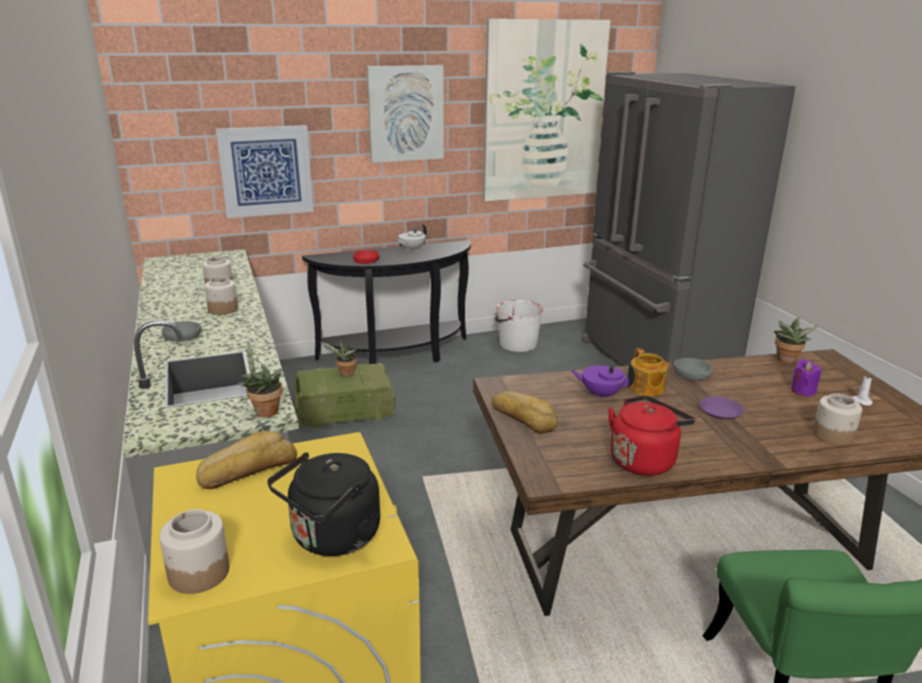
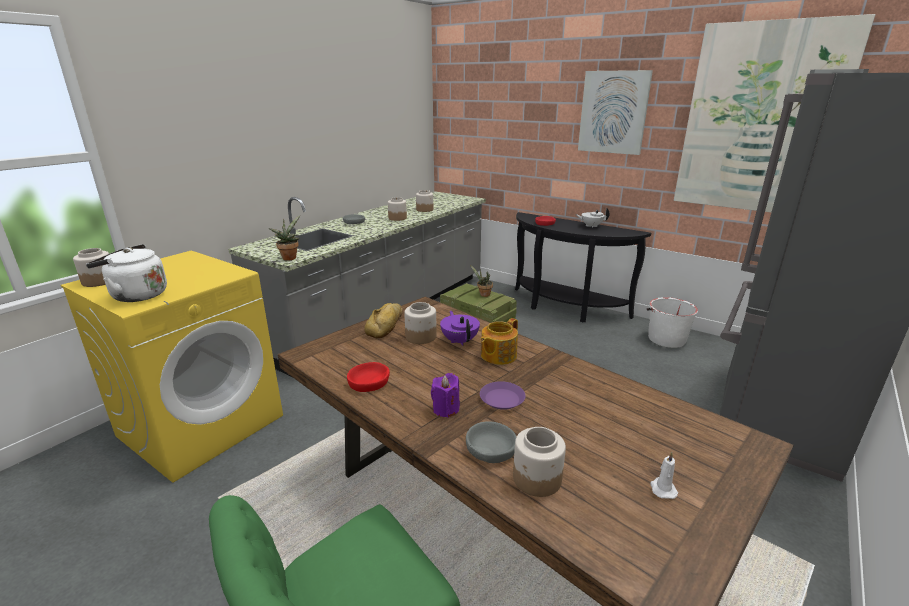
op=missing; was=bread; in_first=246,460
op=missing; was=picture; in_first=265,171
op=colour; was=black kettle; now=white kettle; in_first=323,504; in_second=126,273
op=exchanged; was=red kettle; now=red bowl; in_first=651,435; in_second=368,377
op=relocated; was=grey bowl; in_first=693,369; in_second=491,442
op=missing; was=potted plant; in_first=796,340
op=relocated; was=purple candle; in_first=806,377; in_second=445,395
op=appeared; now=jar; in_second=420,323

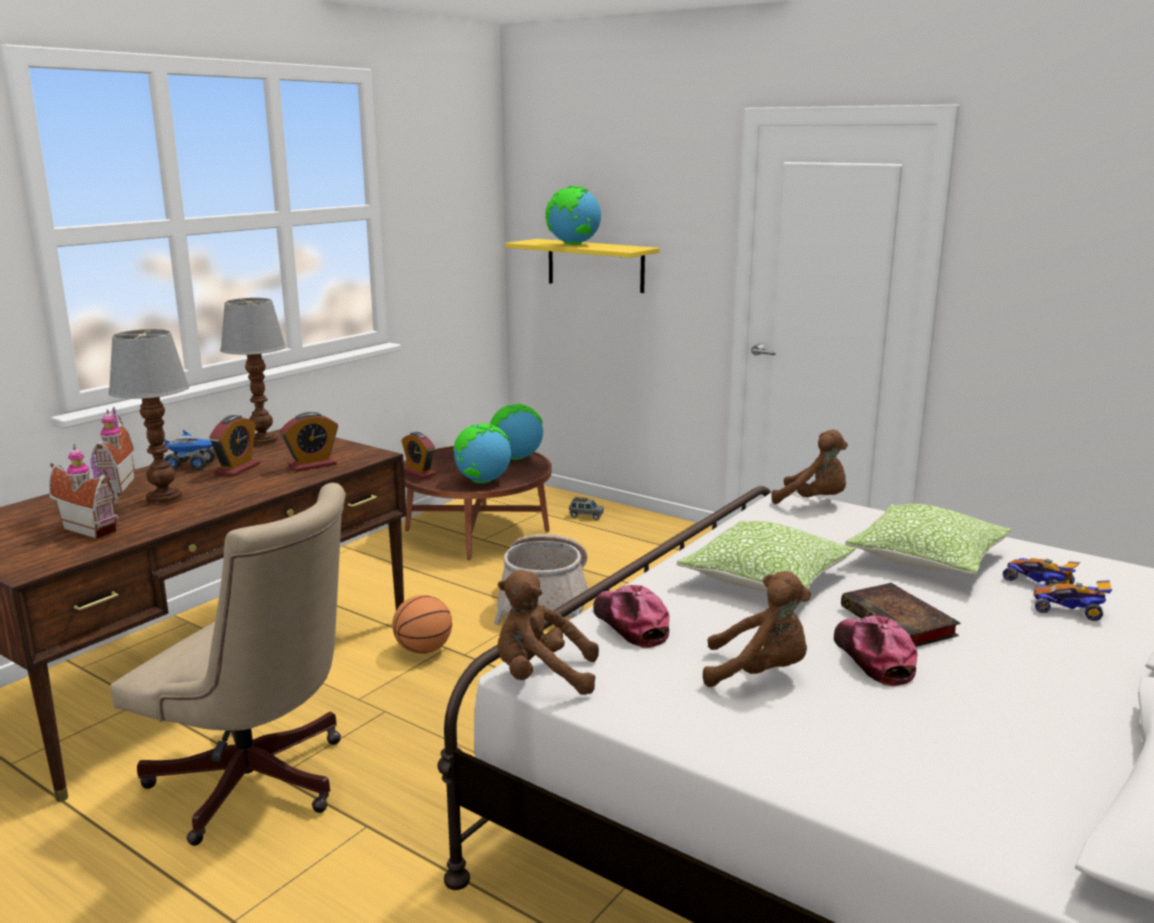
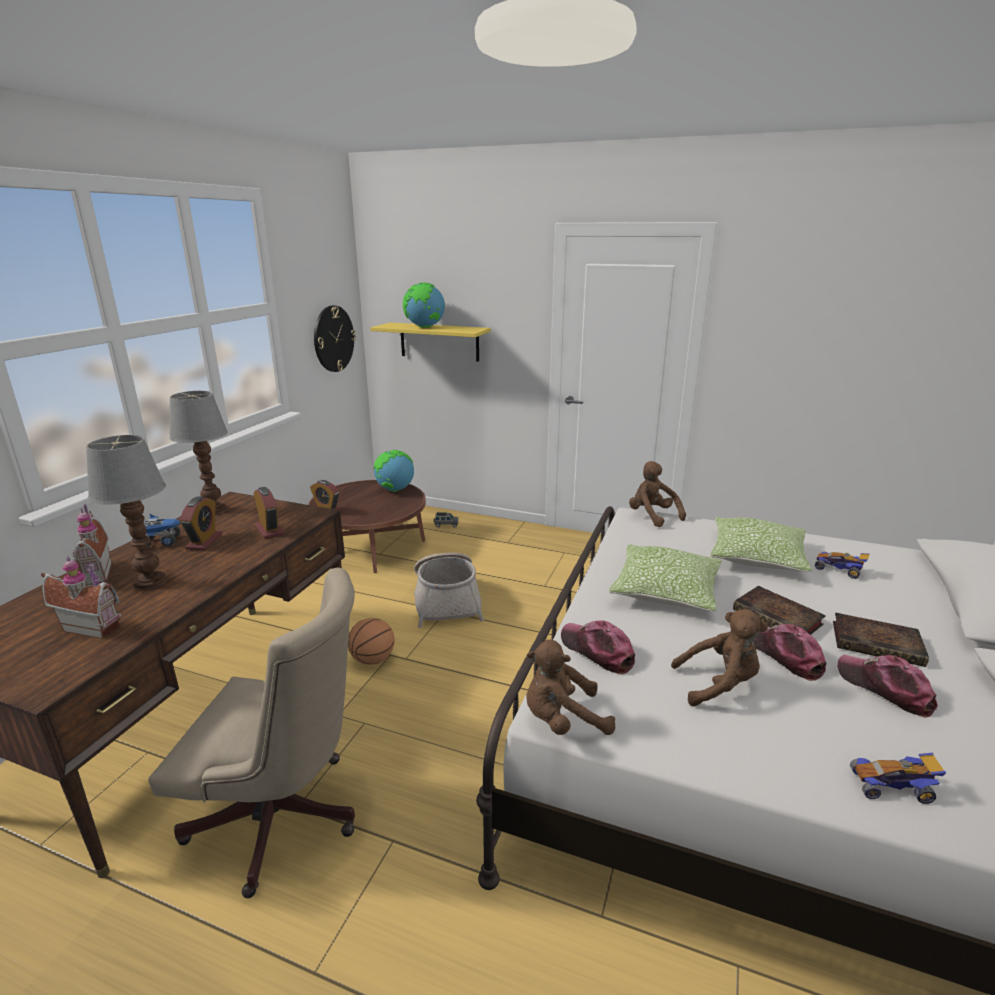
op=spun; was=alarm clock; in_first=309,442; in_second=269,513; clockwise=-75
op=missing; was=globe; in_first=482,453
op=spun; was=brown plush toy; in_first=809,466; in_second=657,494; clockwise=-135
op=relocated; was=toy car; in_first=1073,600; in_second=898,778
op=appeared; now=wall clock; in_second=335,338
op=appeared; now=book; in_second=881,639
op=appeared; now=cap; in_second=887,686

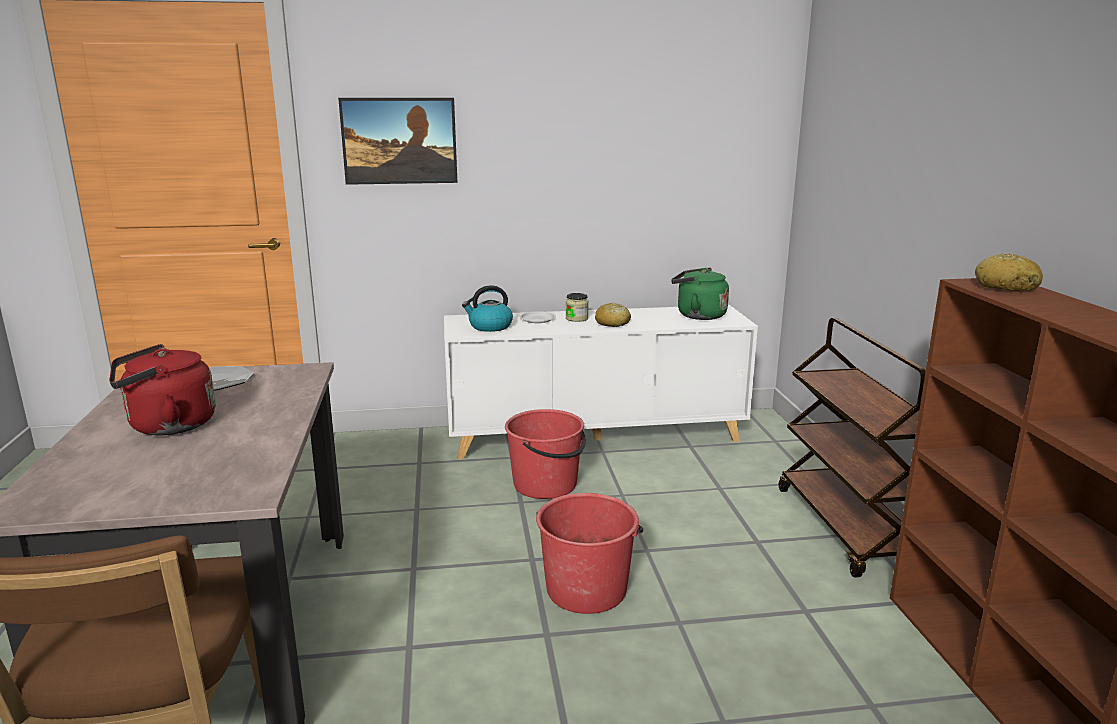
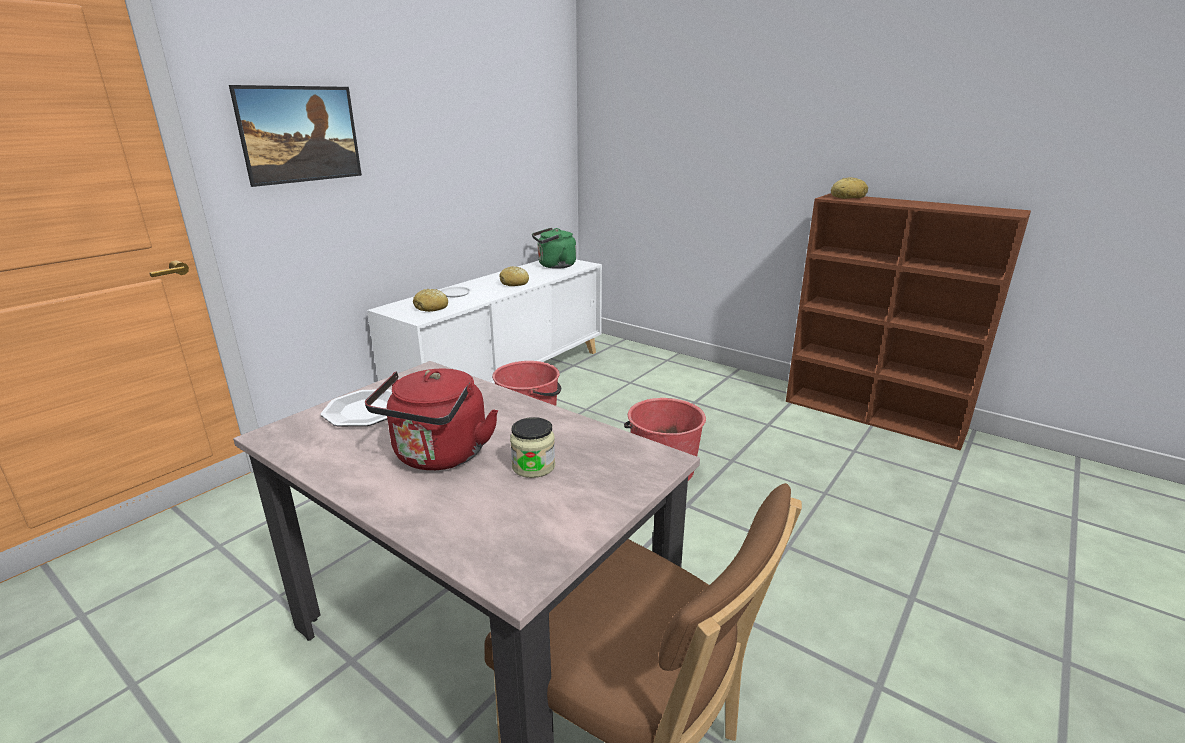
op=exchanged; was=kettle; now=bread; in_first=487,308; in_second=430,300
op=relocated; was=jar; in_first=577,307; in_second=532,447
op=missing; was=brown cart; in_first=852,448

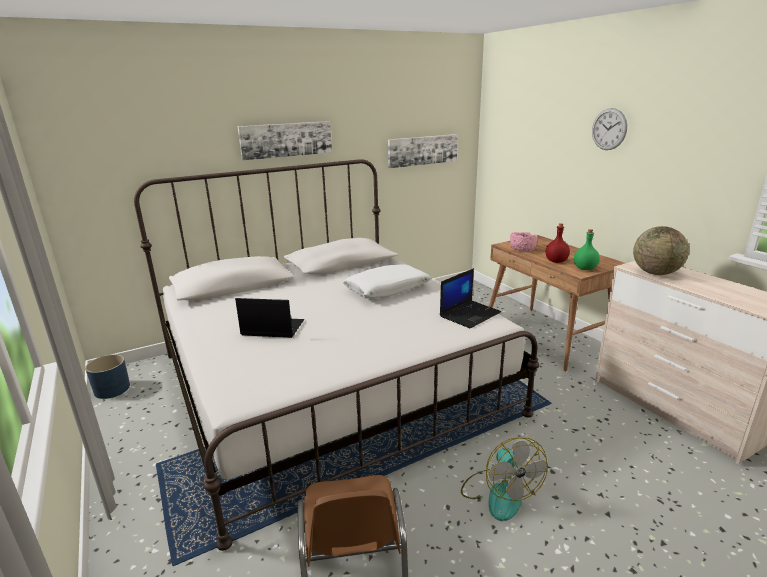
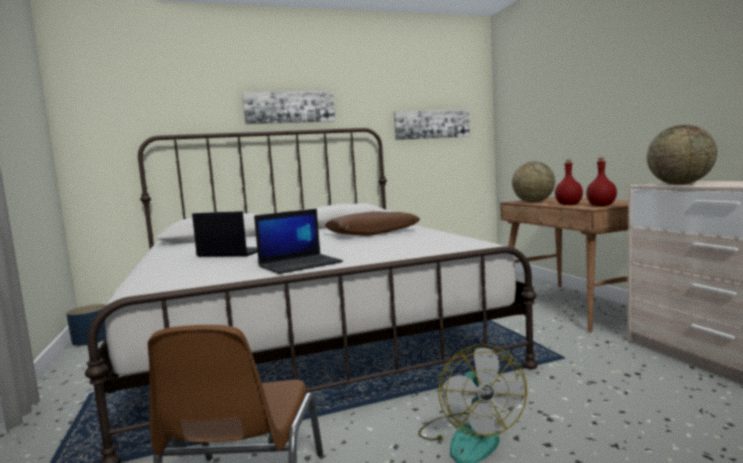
op=colour; was=white pillow; now=brown pillow; in_first=386,281; in_second=372,223
op=relocated; was=laptop; in_first=470,298; in_second=298,241
op=exchanged; was=pink bowl; now=globe; in_first=523,241; in_second=533,182
op=colour; was=green bottle; now=red bottle; in_first=587,249; in_second=601,182
op=missing; was=wall clock; in_first=609,129

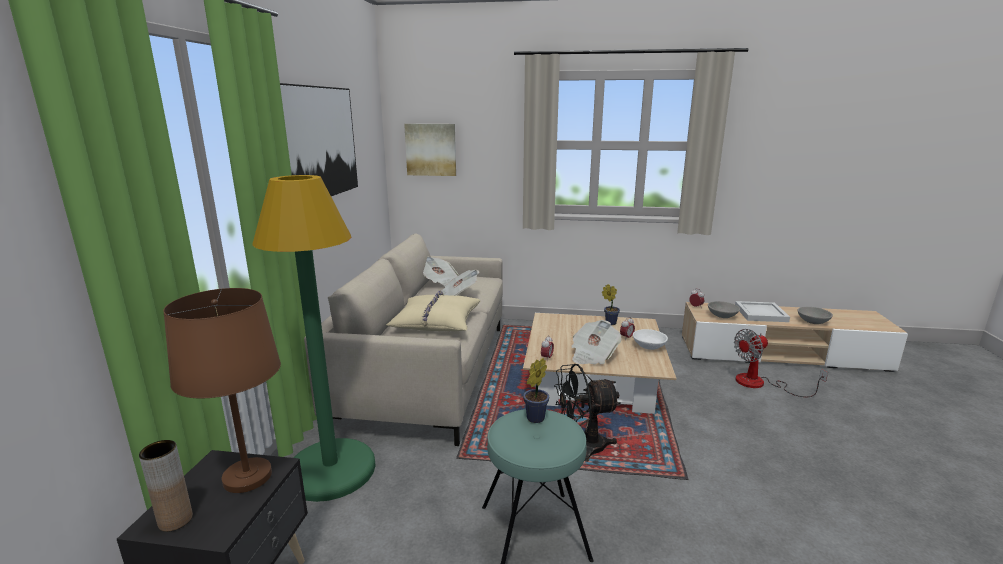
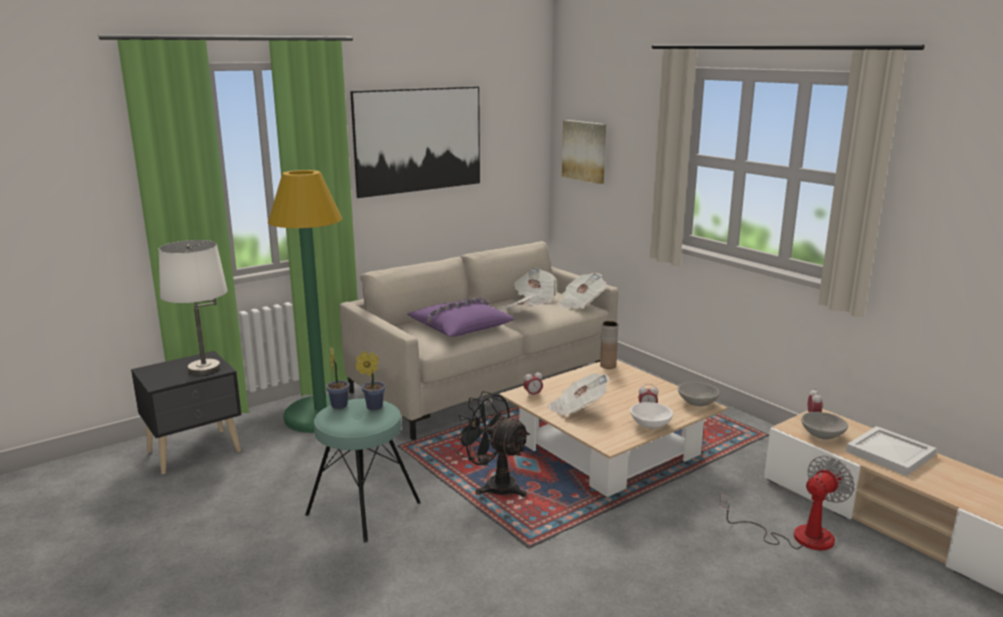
op=relocated; was=brown vase; in_first=166,486; in_second=609,345
op=colour; was=brown table lamp; now=white table lamp; in_first=222,390; in_second=193,307
op=colour; was=beige pillow; now=purple pillow; in_first=433,310; in_second=461,317
op=relocated; was=potted plant; in_first=611,304; in_second=338,377
op=spun; was=fan; in_first=781,363; in_second=787,503; clockwise=120
op=relocated; was=grey bowl; in_first=815,315; in_second=698,394
op=appeared; now=newspaper; in_second=582,291

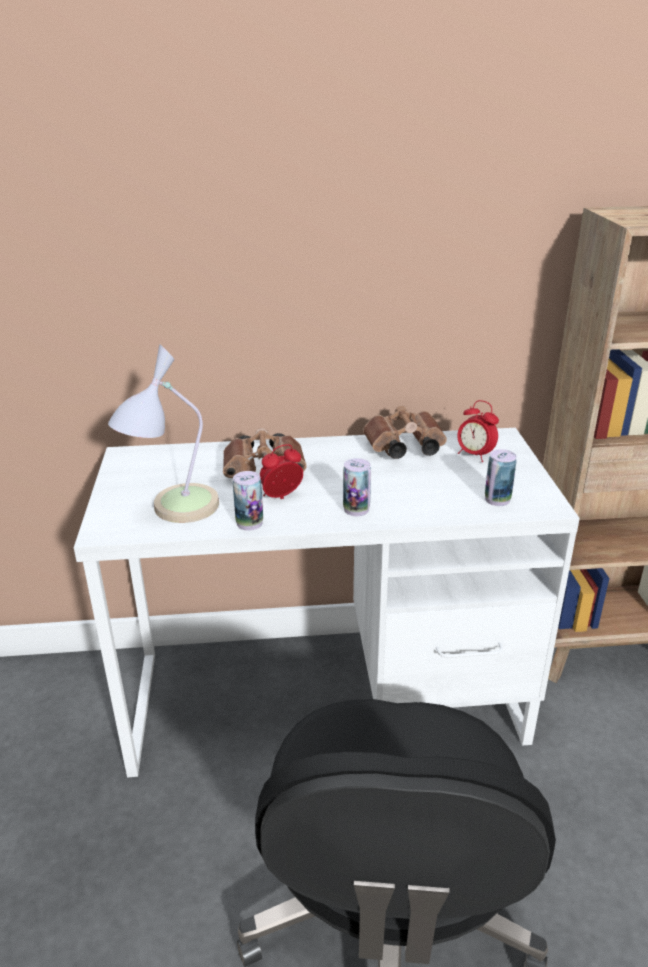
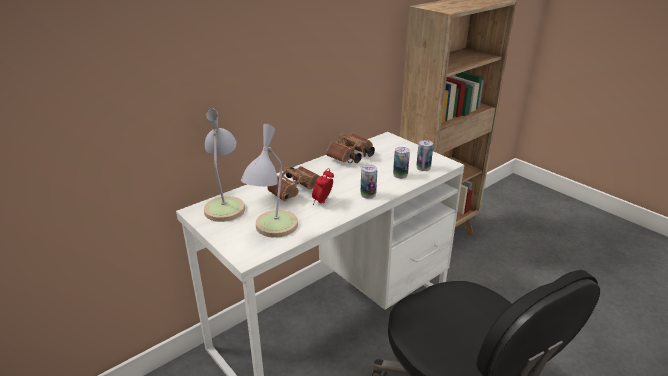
op=relocated; was=can; in_first=248,501; in_second=401,163
op=missing; was=alarm clock; in_first=478,431
op=appeared; now=table lamp; in_second=224,165

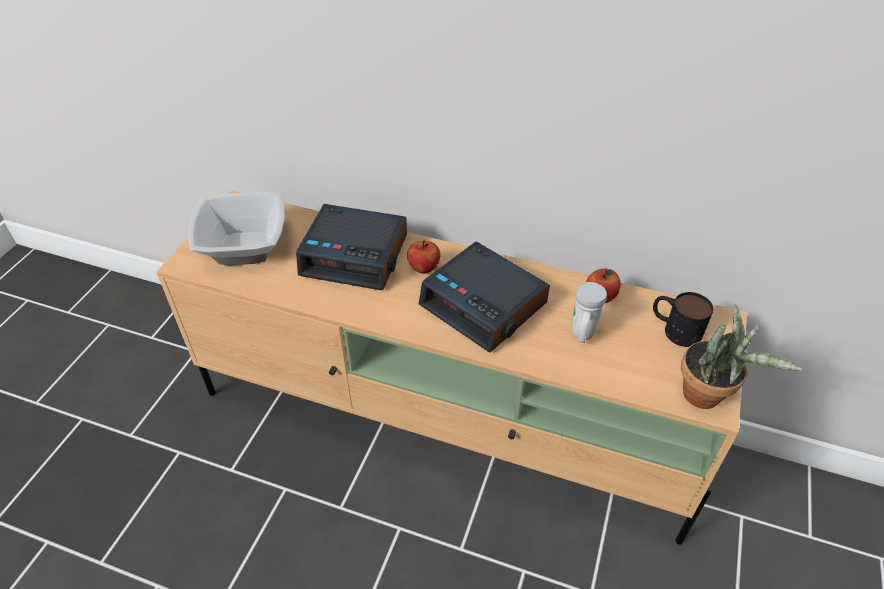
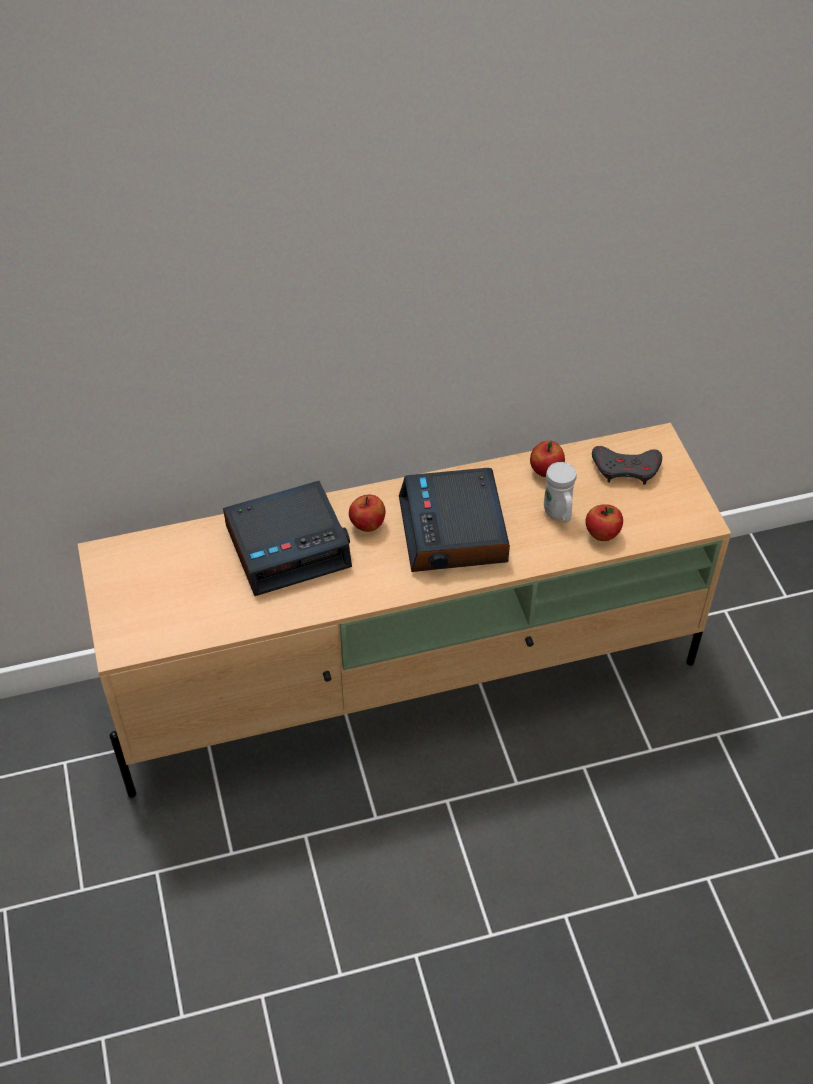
op=missing; was=bowl; in_first=236,228
op=spun; was=alarm clock; in_first=484,297; in_second=454,520; clockwise=75
op=exchanged; was=mug; now=grey game controller; in_first=683,319; in_second=627,465
op=missing; was=potted plant; in_first=742,356
op=appeared; now=apple; in_second=604,522

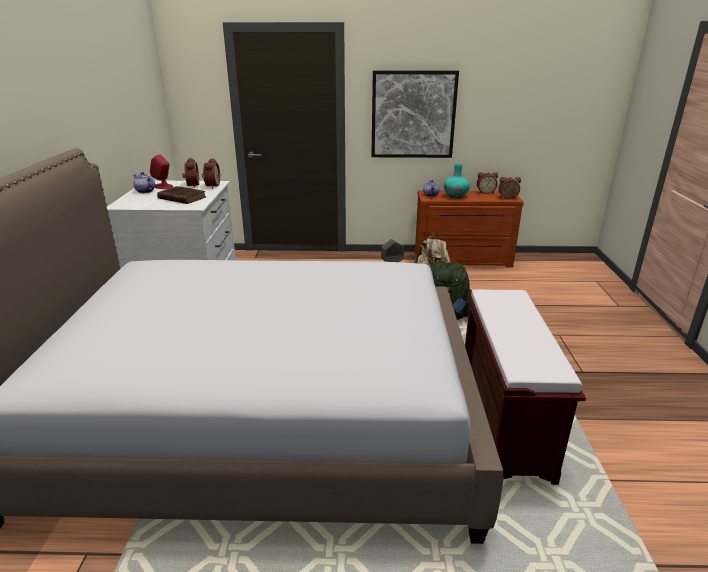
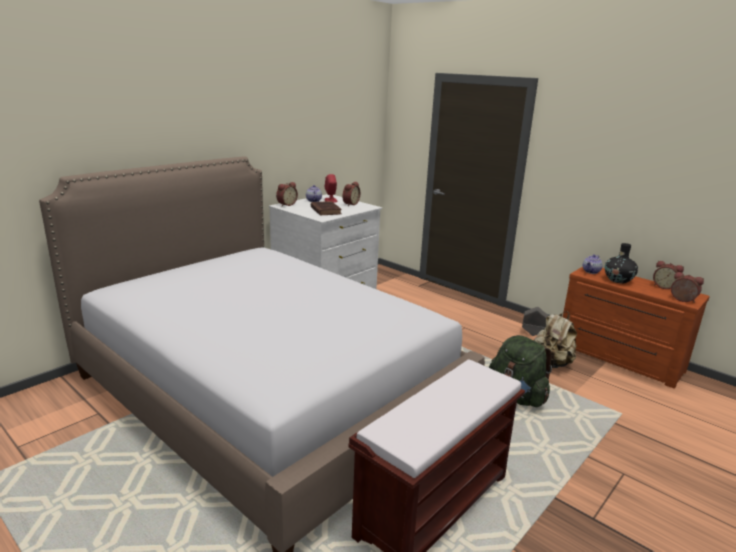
op=relocated; was=alarm clock; in_first=211,173; in_second=287,194
op=missing; was=picture; in_first=415,114
op=colour; was=turquoise vase; now=black vase; in_first=457,181; in_second=621,263

